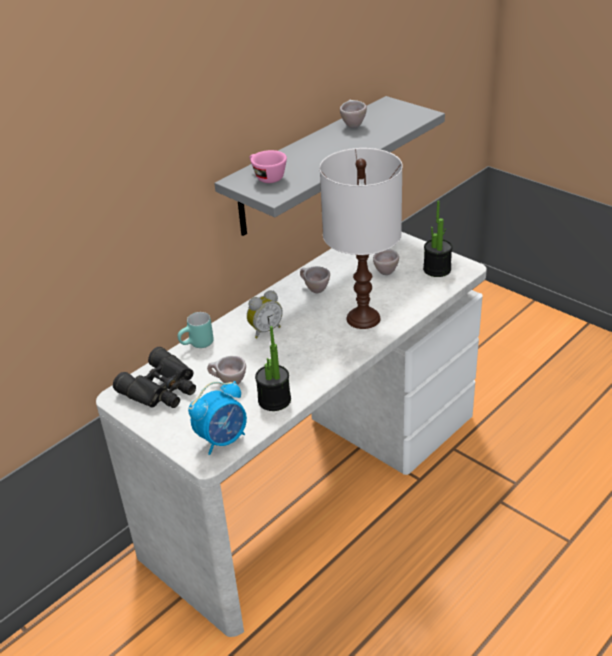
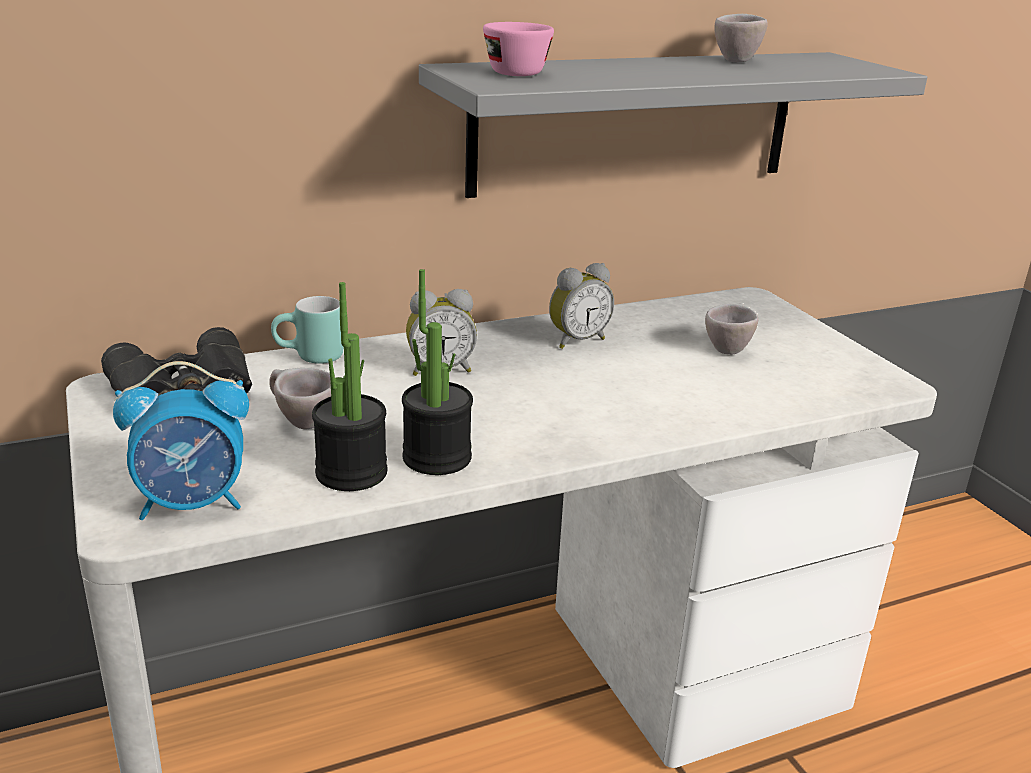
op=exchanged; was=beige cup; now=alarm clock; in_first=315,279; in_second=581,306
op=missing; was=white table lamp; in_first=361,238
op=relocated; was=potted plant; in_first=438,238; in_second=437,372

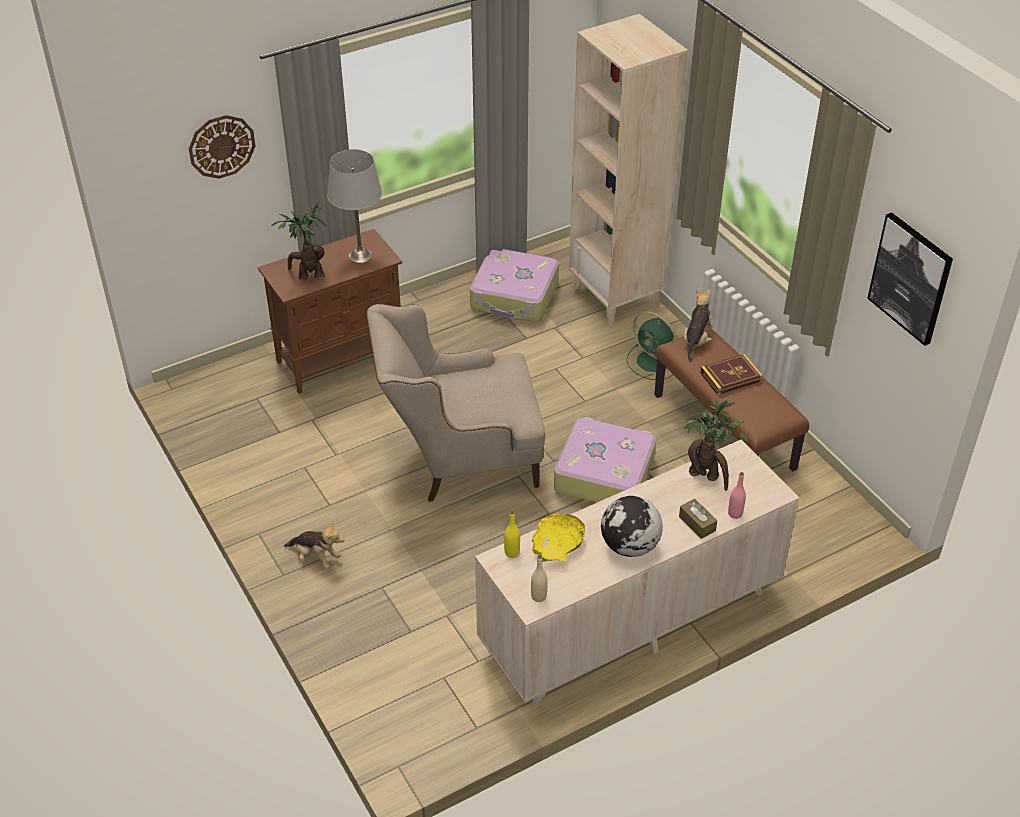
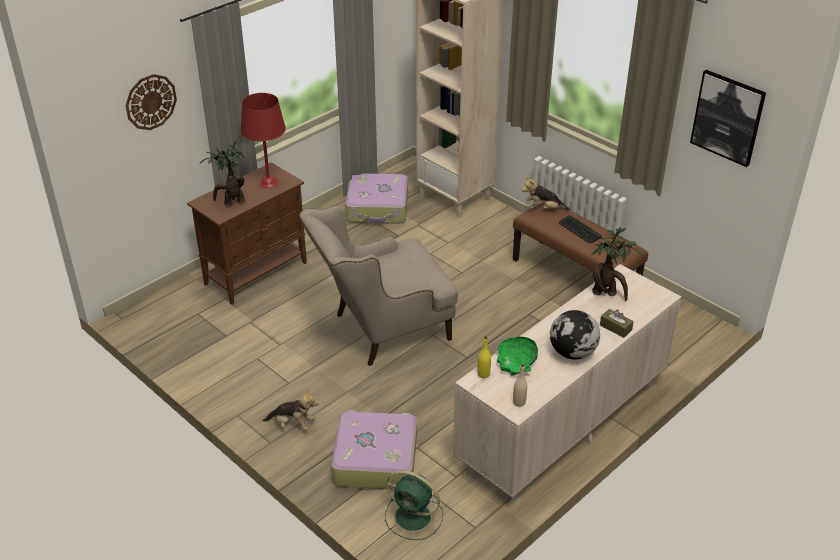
op=colour; was=grey table lamp; now=red table lamp; in_first=354,206; in_second=263,140
op=colour; was=yellow bowl; now=green bowl; in_first=558,538; in_second=517,356
op=relocated; was=suitcase; in_first=605,459; in_second=374,450
op=relocated; was=green fan; in_first=652,345; in_second=414,505
op=spun; was=plush toy; in_first=699,325; in_second=546,193; clockwise=-90
op=exchanged; was=book; now=keyboard; in_first=731,374; in_second=580,229
op=missing; was=pink bottle; in_first=737,495

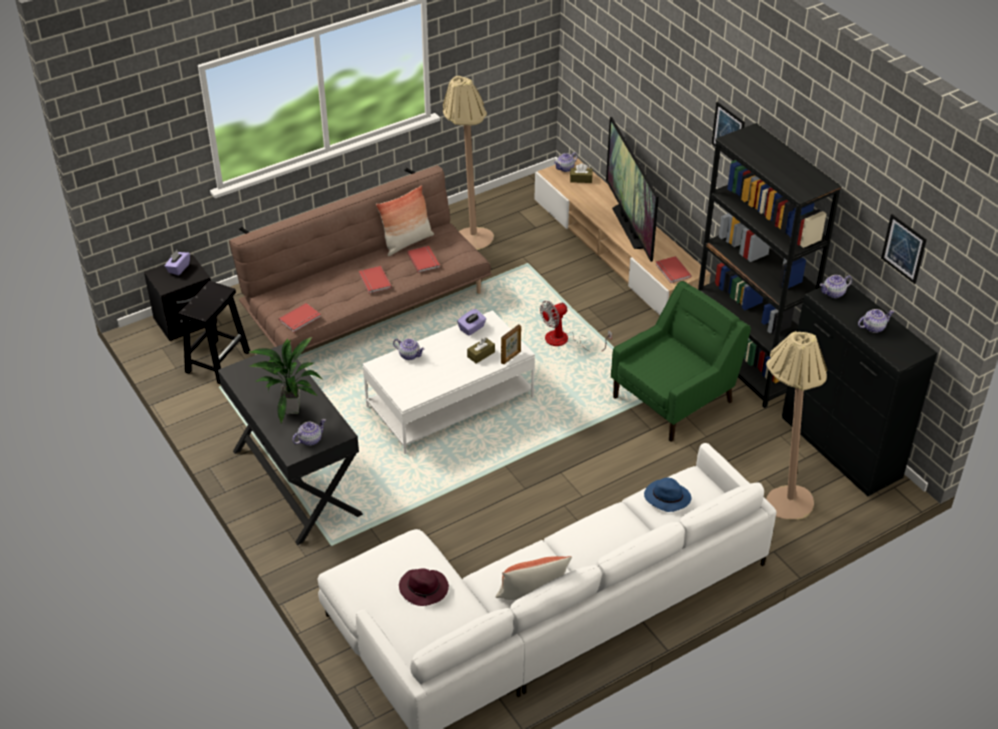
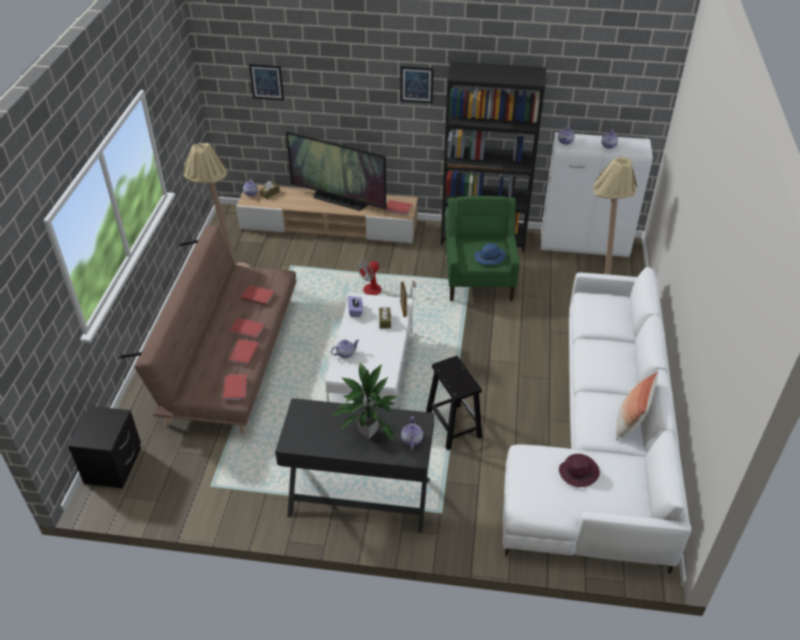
op=missing; was=purple tissue box; in_first=177,263
op=relocated; was=black stool; in_first=214,332; in_second=454,403
op=missing; was=pillow; in_first=405,220
op=spun; was=fan; in_first=576,326; in_second=387,279; clockwise=45
op=relocated; was=blue hat; in_first=667,495; in_second=490,254
op=colour; was=black cabinet; now=white cabinet; in_first=859,388; in_second=597,194
op=relocated; was=picture; in_first=904,249; in_second=266,82
op=appeared; now=red book; in_second=243,352

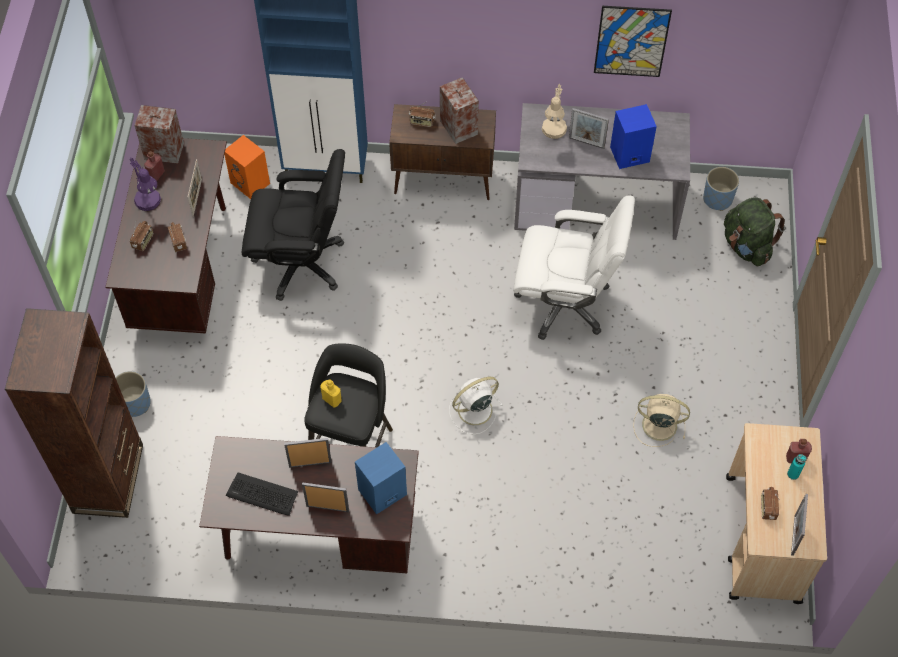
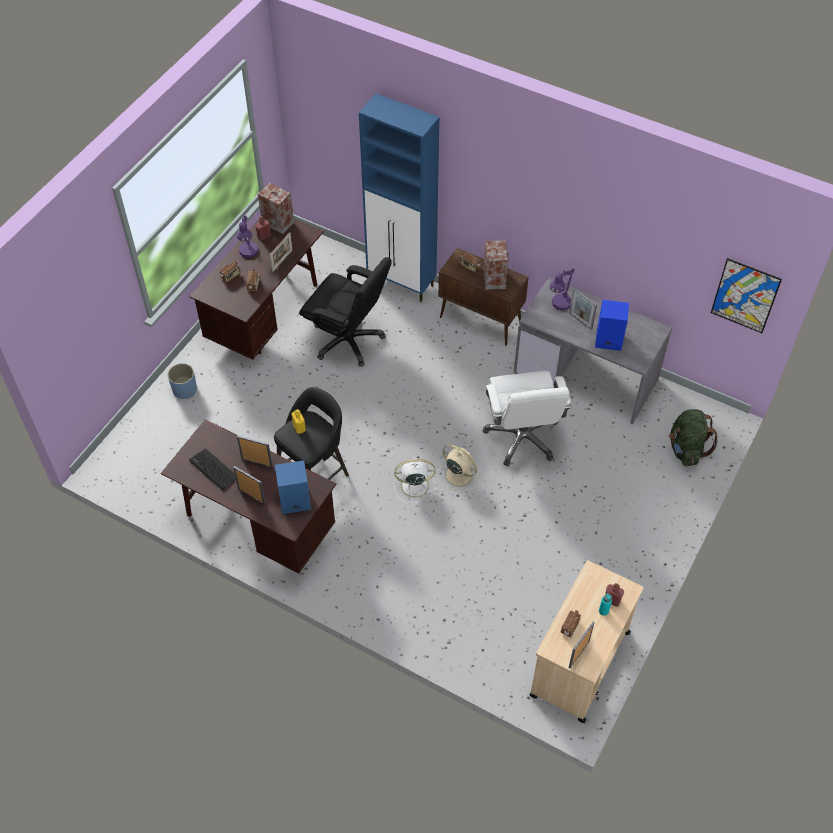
op=missing; was=brown bookcase; in_first=74,413
op=missing; was=orange speaker; in_first=247,167
op=spun; was=white office chair; in_first=574,268; in_second=527,418; clockwise=45
op=colour; was=beige table lamp; now=purple table lamp; in_first=554,111; in_second=562,289
op=relocated; was=picture; in_first=633,41; in_second=746,295
op=relocated; was=beige fan; in_first=661,420; in_second=458,468
op=missing; was=blue planter; in_first=721,189

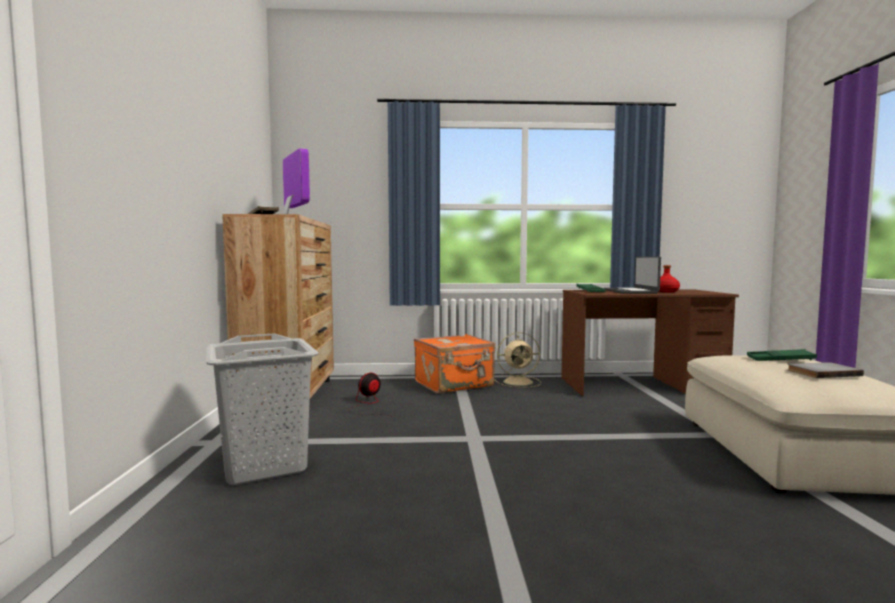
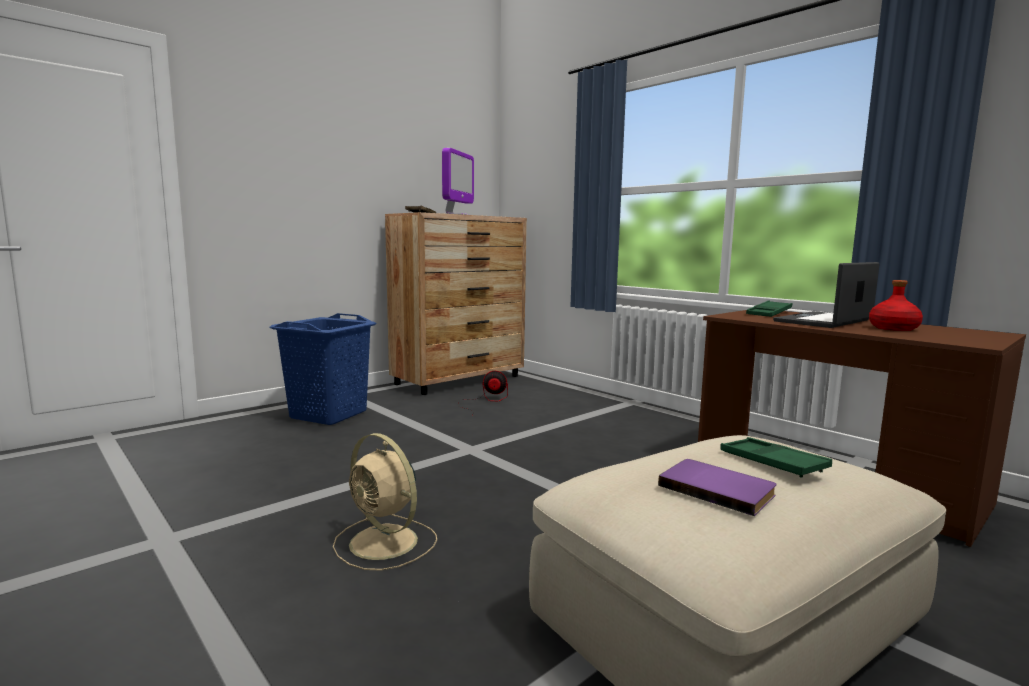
op=colour; was=grey laundry basket; now=blue laundry basket; in_first=262,409; in_second=323,369
op=missing; was=orange suitcase; in_first=454,364
op=relocated; was=beige fan; in_first=517,360; in_second=385,502
op=colour; was=grey book; now=purple book; in_first=826,370; in_second=717,487

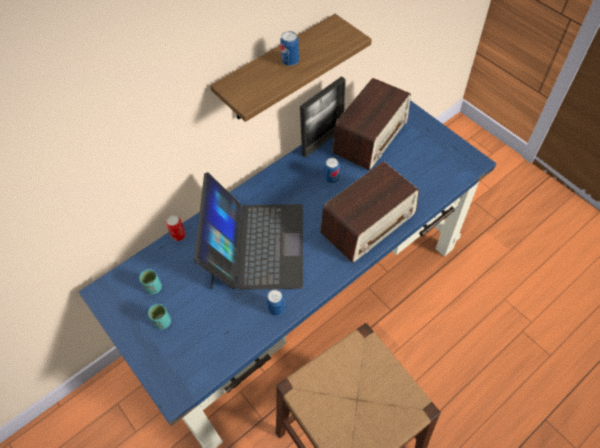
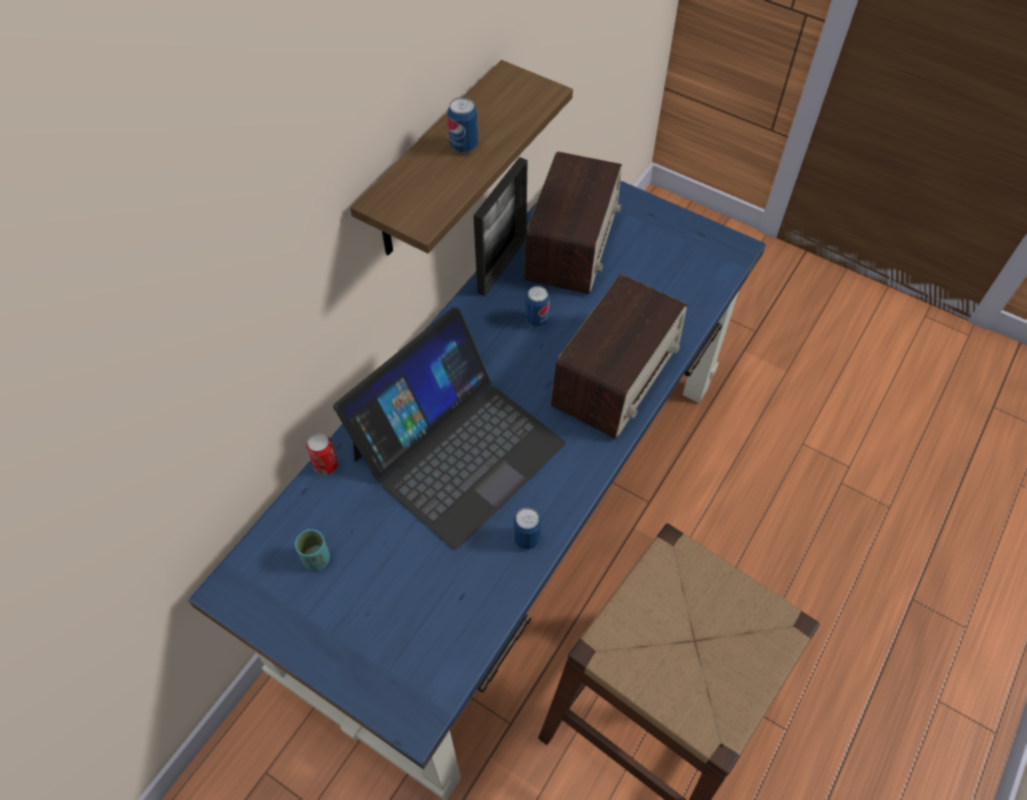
op=missing; was=turquoise cup; in_first=159,317
op=spun; was=laptop; in_first=248,231; in_second=449,428; clockwise=60

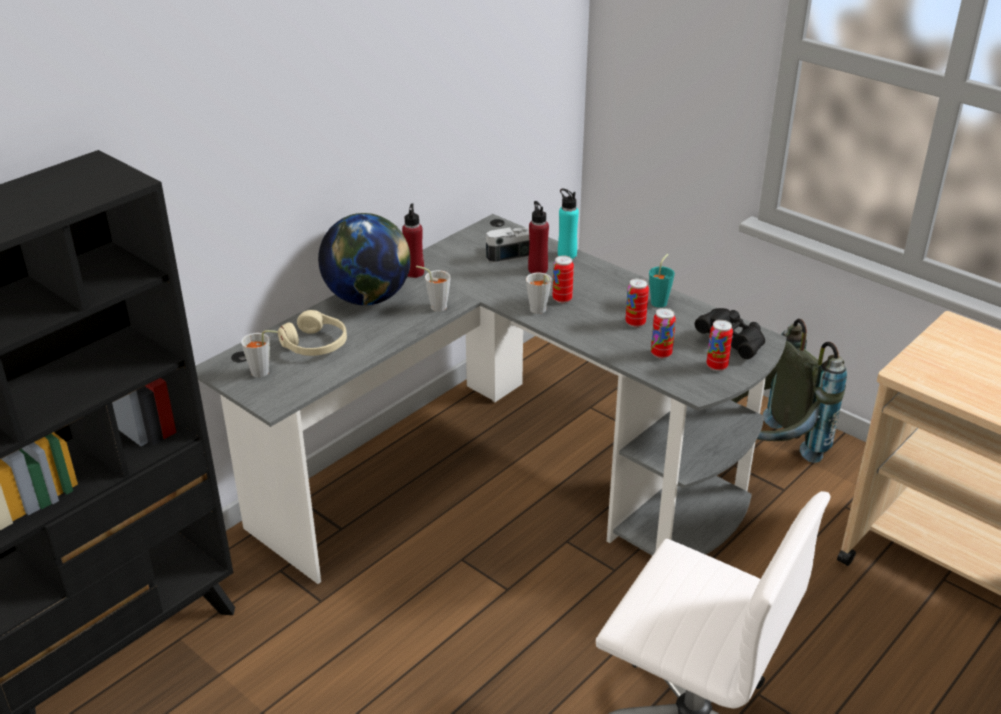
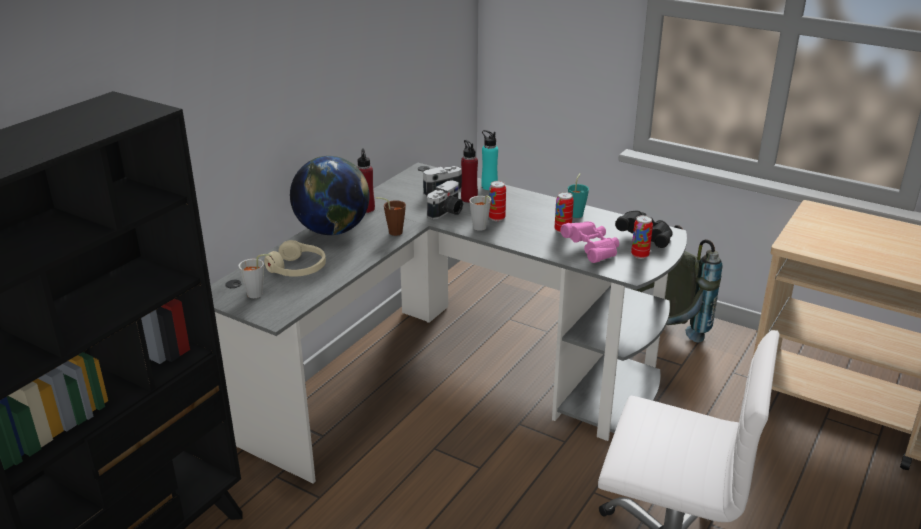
op=colour; was=grey cup; now=brown cup; in_first=433,289; in_second=391,216
op=exchanged; was=can; now=pink binoculars; in_first=663,333; in_second=589,242
op=appeared; now=photo camera; in_second=445,199

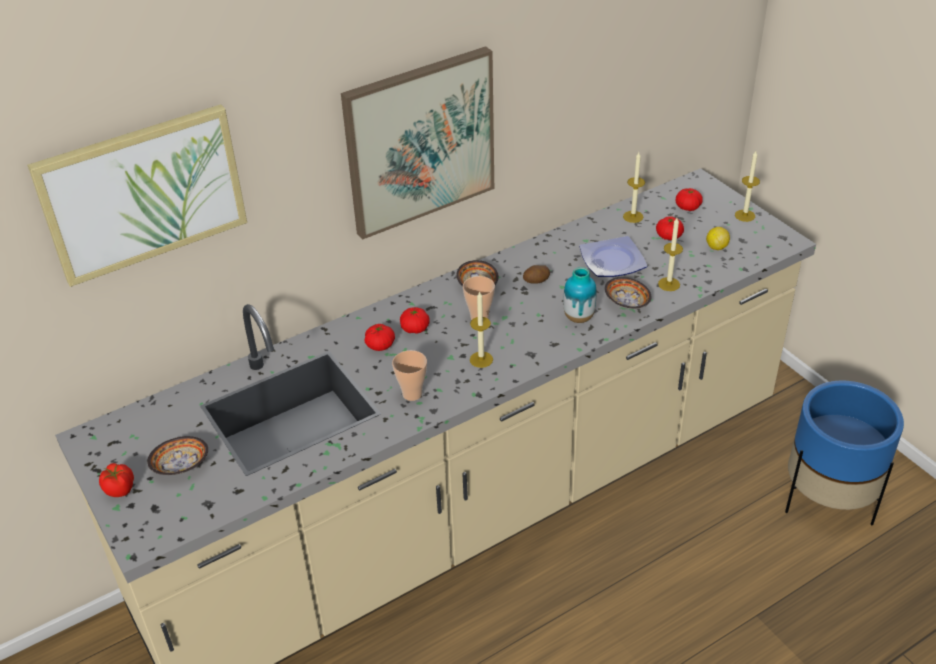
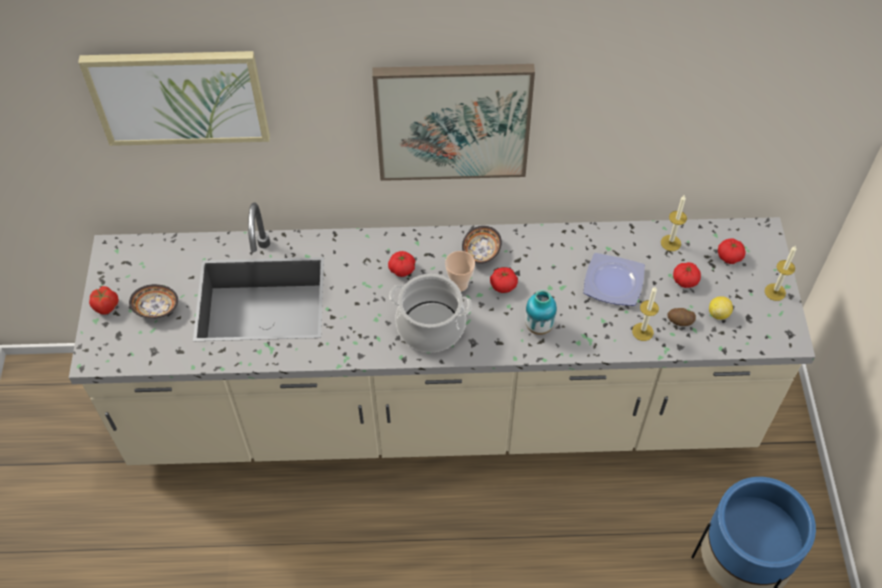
op=relocated; was=tomato; in_first=380,337; in_second=504,280
op=missing; was=cup; in_first=409,375
op=exchanged; was=candle; now=cooking pot; in_first=481,329; in_second=430,313
op=relocated; was=potato; in_first=536,274; in_second=681,317
op=missing; was=bowl; in_first=628,293

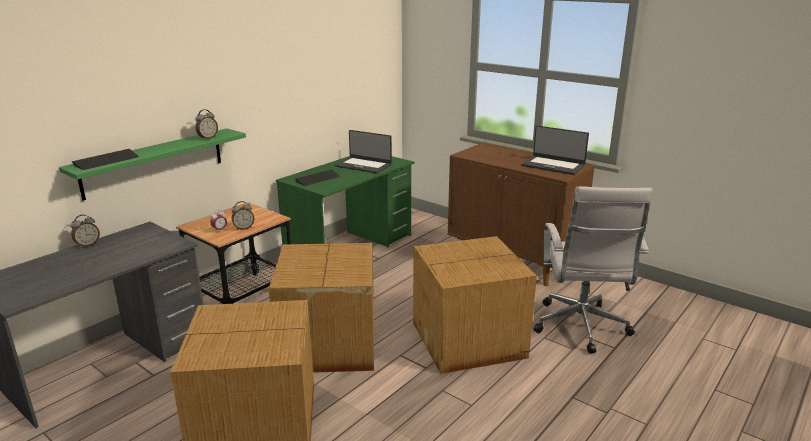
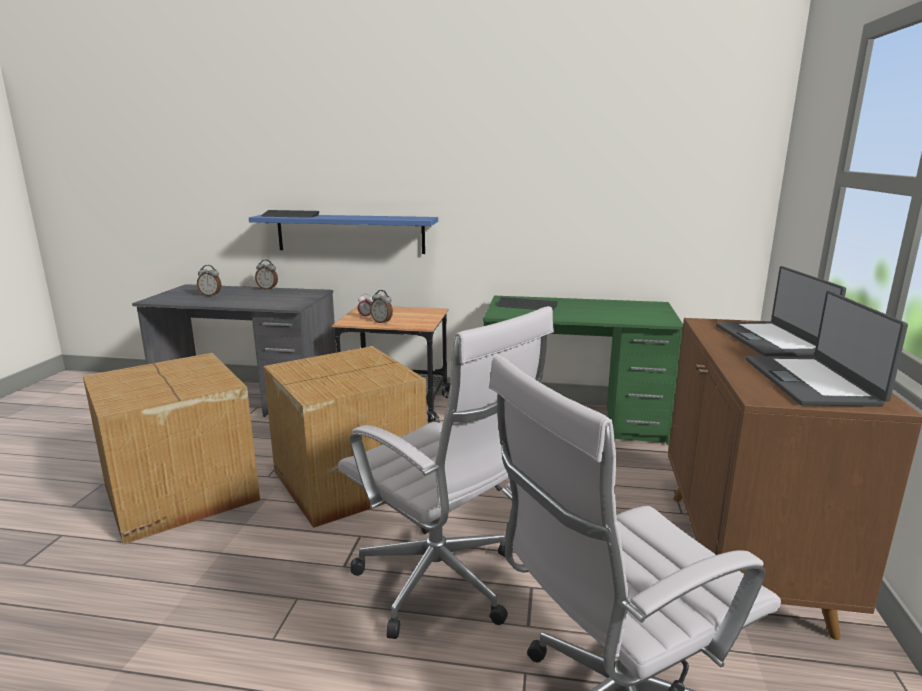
op=colour; was=green shelf; now=blue shelf; in_first=152,165; in_second=343,234
op=relocated; was=alarm clock; in_first=206,124; in_second=209,280
op=relocated; was=laptop; in_first=363,151; in_second=781,311
op=exchanged; was=cardboard box; now=white office chair; in_first=475,305; in_second=446,472

